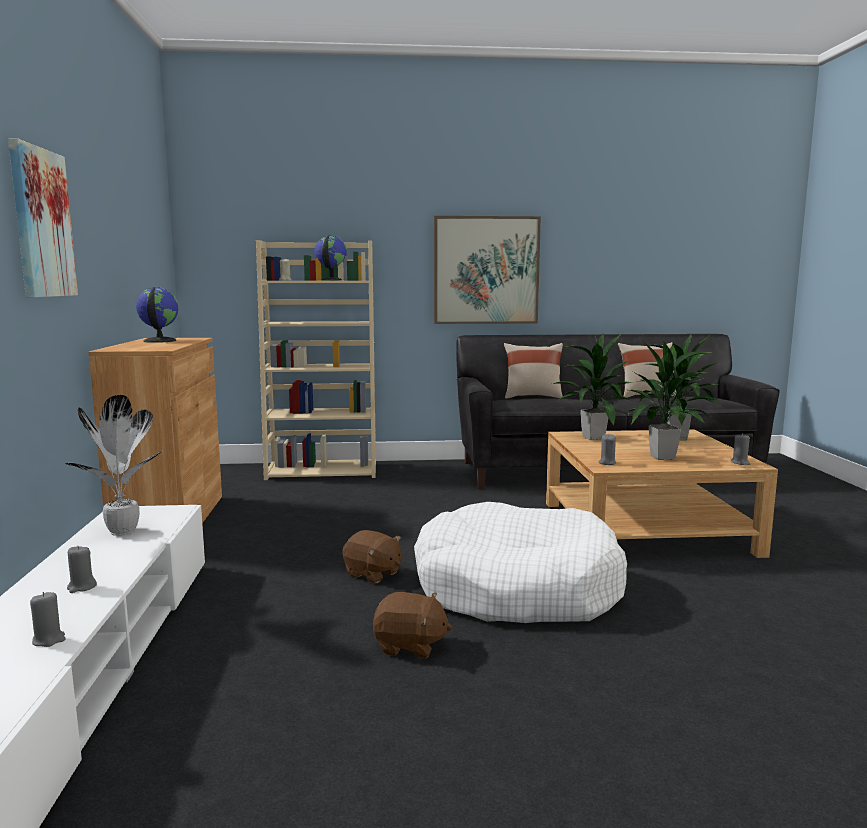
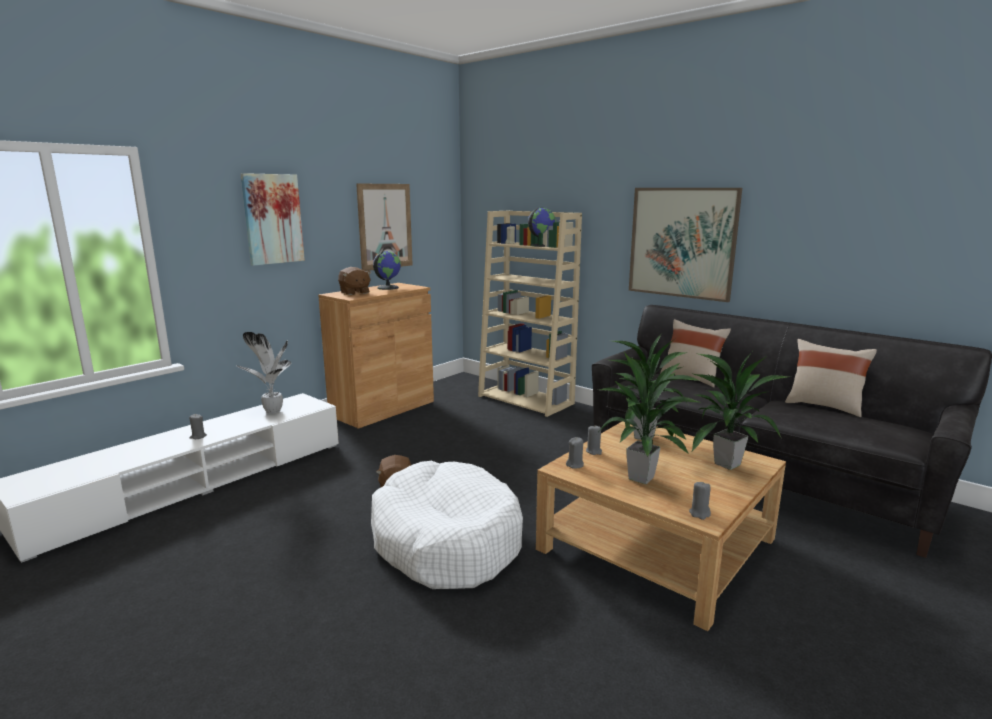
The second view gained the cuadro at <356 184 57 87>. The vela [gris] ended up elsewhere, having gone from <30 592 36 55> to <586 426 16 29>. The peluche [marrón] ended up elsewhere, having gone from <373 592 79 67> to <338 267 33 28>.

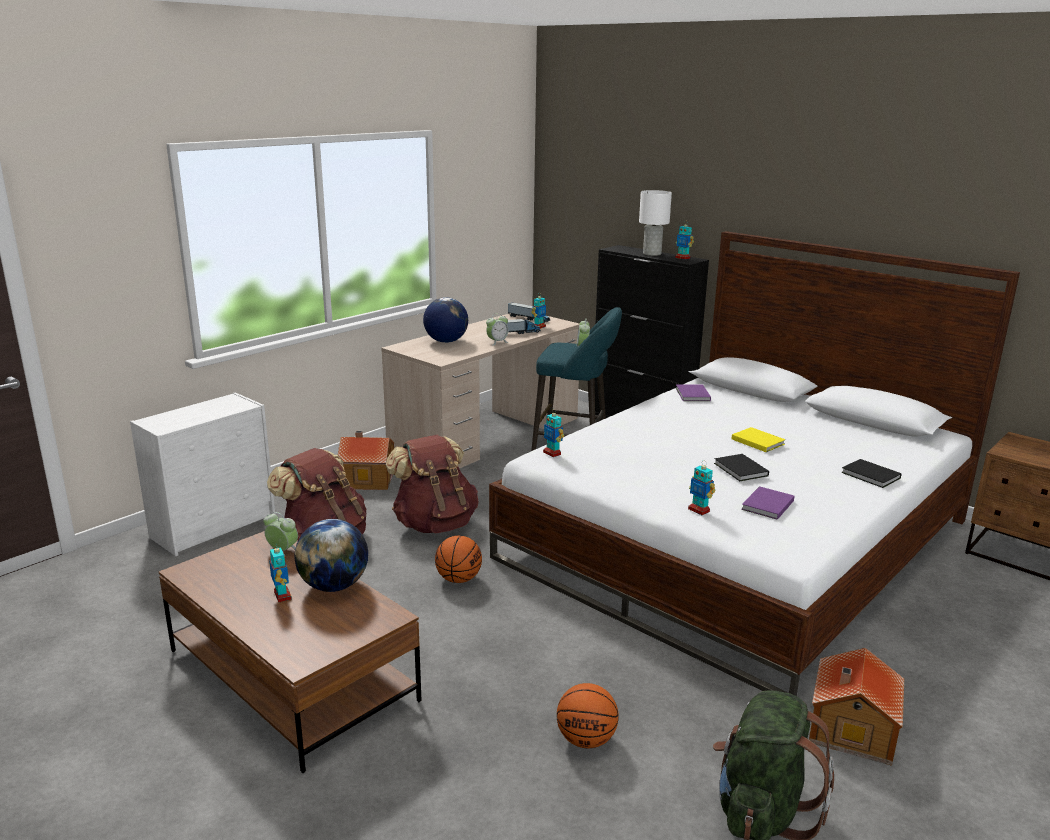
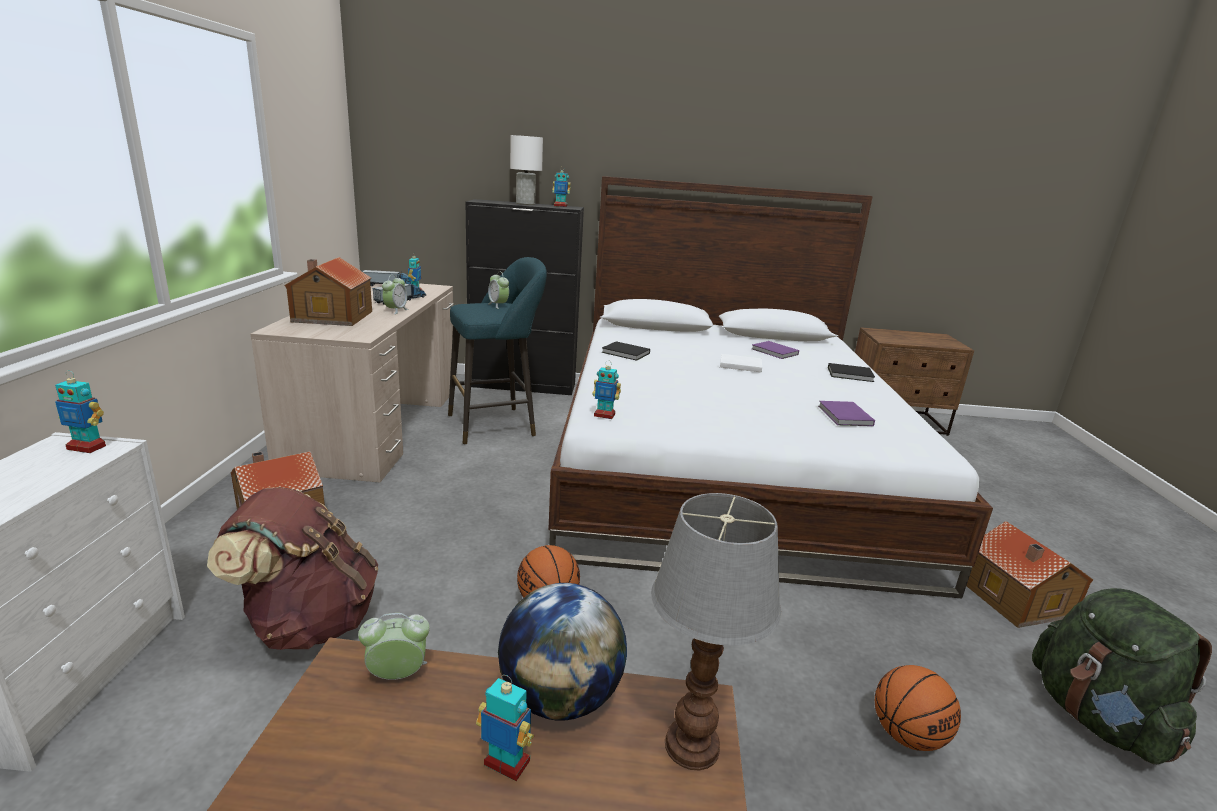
The second view lost the mochila [marrón] at <386 435 93 98>. The second view gained the lámpara de mesa at <651 493 130 277>. The libro [morado] ended up elsewhere, having gone from <676 385 35 16> to <752 341 47 18>. The robot de juguete ended up elsewhere, having gone from <688 461 27 54> to <55 370 51 83>. The libro [negro] ended up elsewhere, having gone from <714 454 55 27> to <602 341 48 20>. Where the globo terráqueo stood at <423 297 45 46>, the casita came to stand at <284 257 88 69>. What was the libro [amarillo] at <731 427 55 25> turned into the libro [blanco] at <720 354 42 19>.

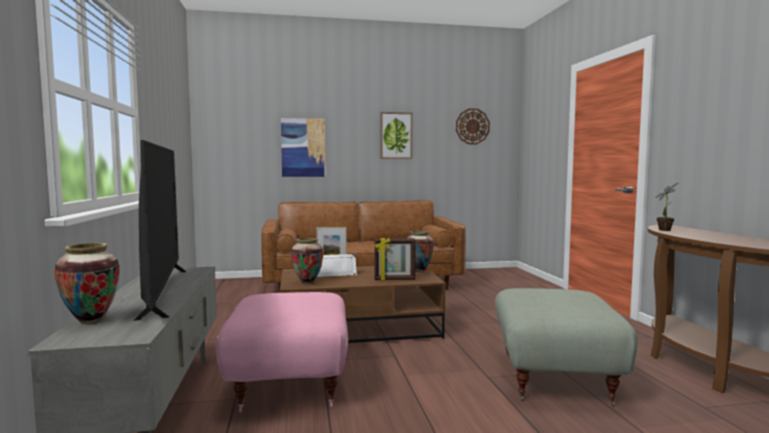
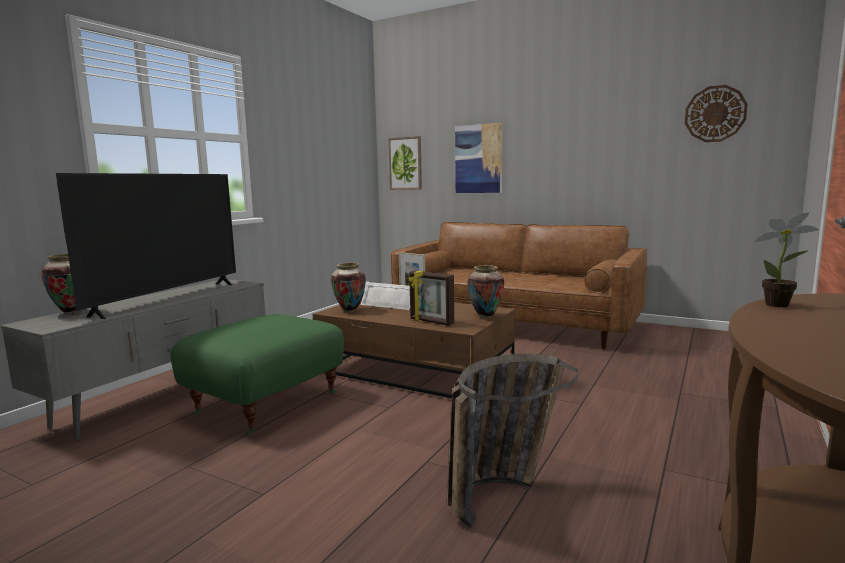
The cuadro ended up elsewhere, having gone from <380 112 33 47> to <388 136 34 54>. Where the puf [gris] stood at <495 288 142 118>, the cesta came to stand at <447 354 131 174>. What was the puf [rosa] at <216 292 132 121> turned into the puf [verde] at <170 314 174 121>.

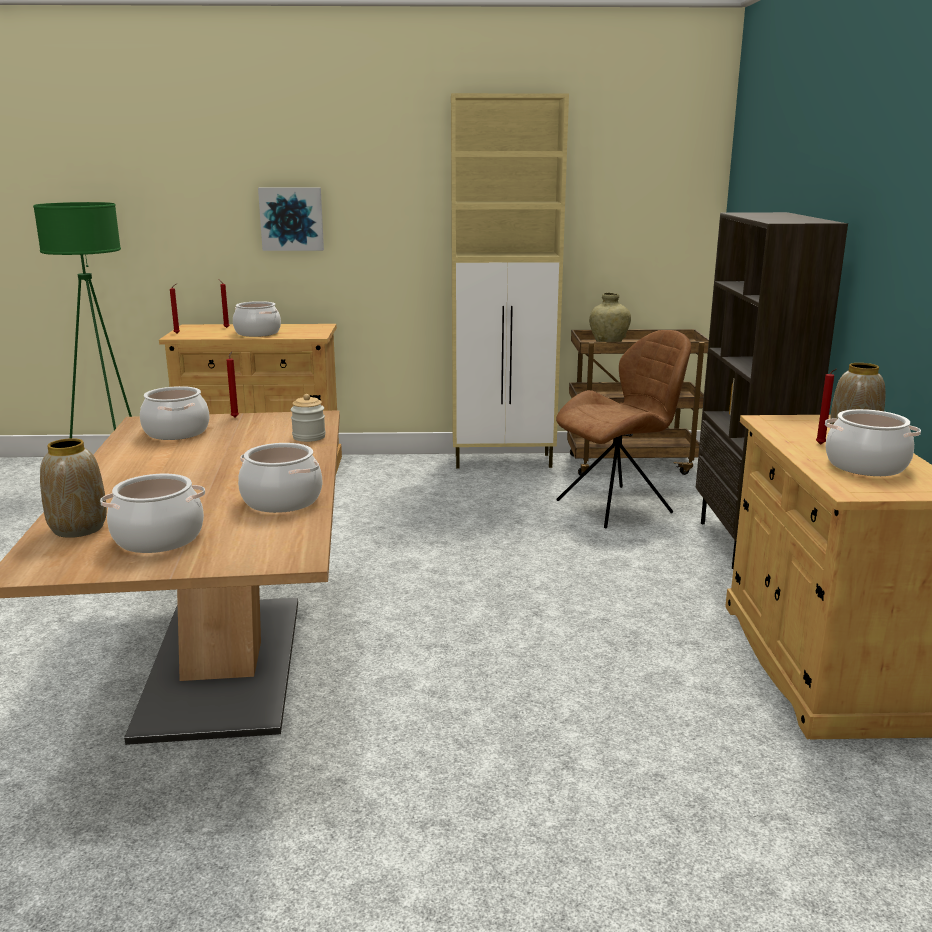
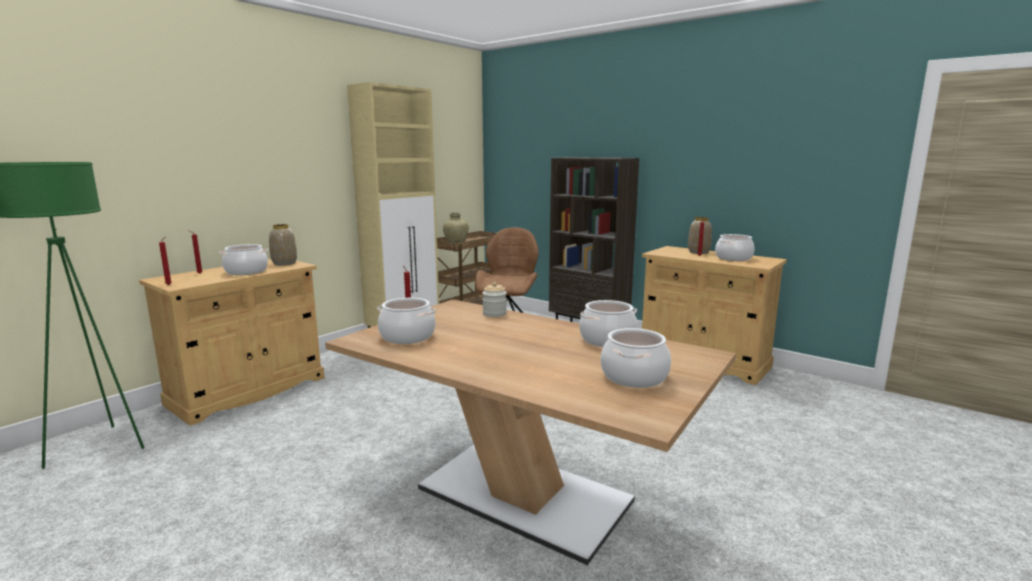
The second view lost the cuadro at <258 187 66 64>. The florero ended up elsewhere, having gone from <40 438 67 100> to <269 224 28 42>.

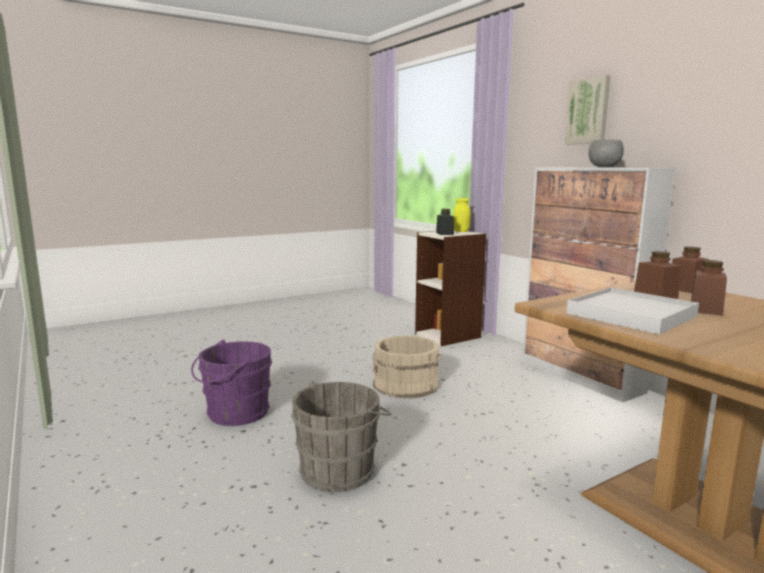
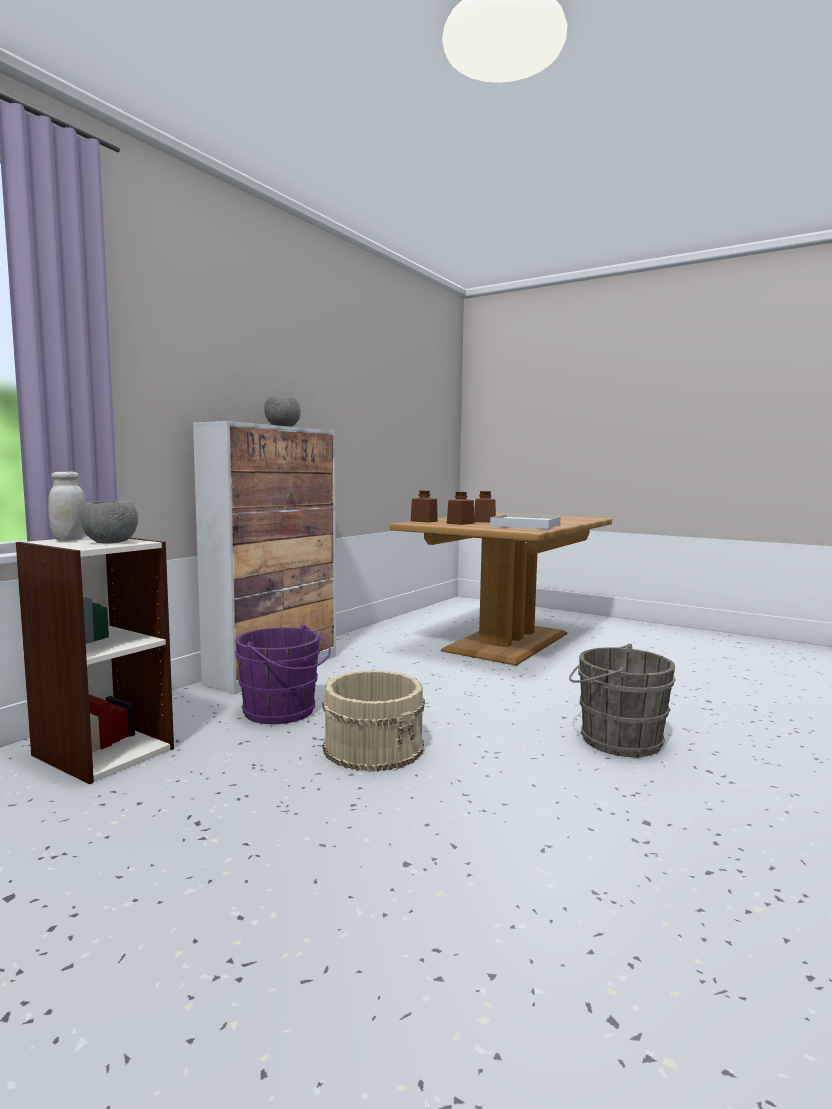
The second view lost the cuadro at <565 75 45 69>. The cubo [morado] ended up elsewhere, having gone from <191 340 81 86> to <234 625 97 99>. Where the tarro [negro] stood at <436 209 18 26>, the cuenco [gris] came to stand at <81 501 57 43>. What was the tarro [amarillo] at <453 198 18 34> turned into the tarro [blanco] at <48 471 38 70>.

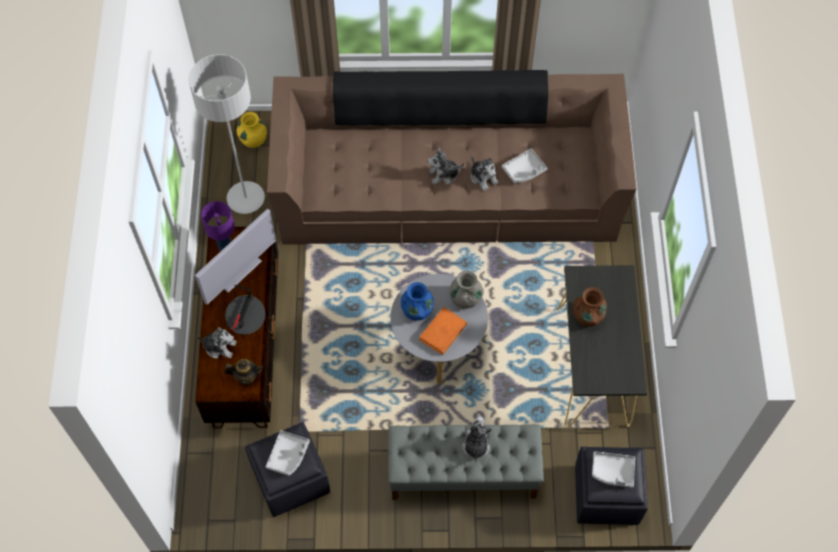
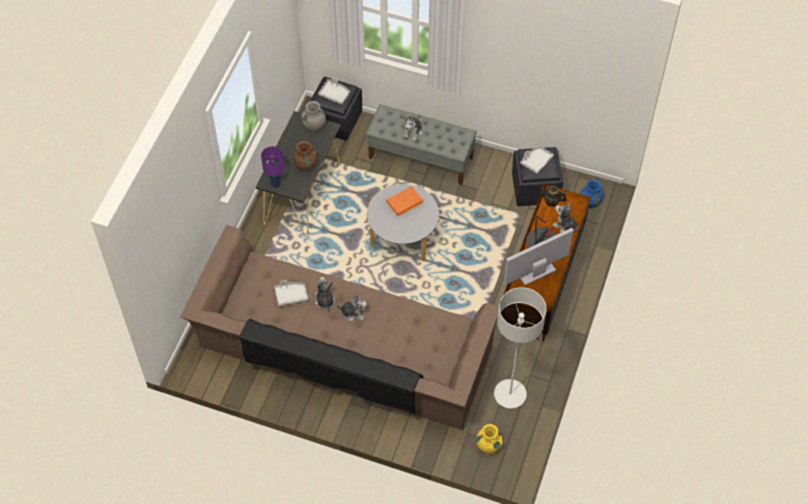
The lámpara de mesa [morado] ended up elsewhere, having gone from <201 201 34 50> to <261 146 24 42>. The florero [azul] ended up elsewhere, having gone from <401 282 33 39> to <580 179 23 29>. The florero [gris] ended up elsewhere, having gone from <450 270 34 39> to <301 101 25 30>.

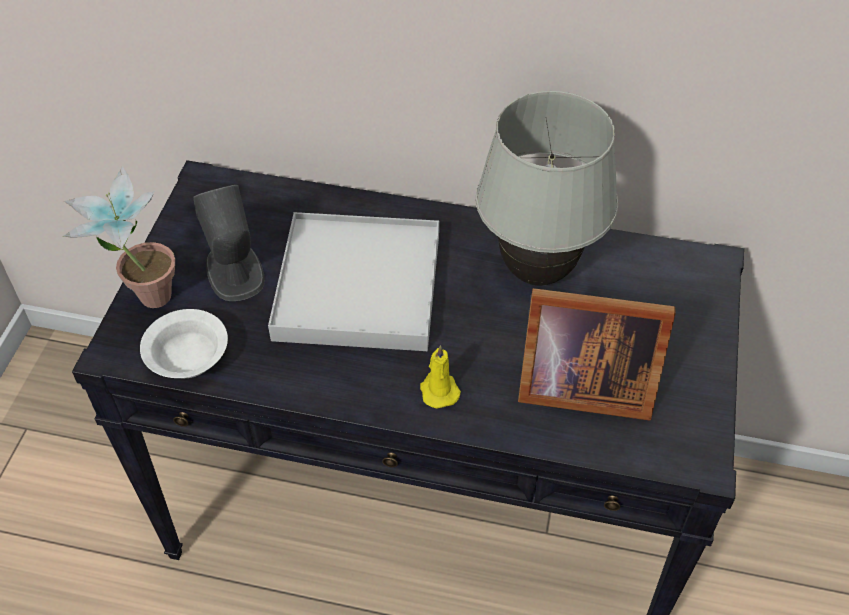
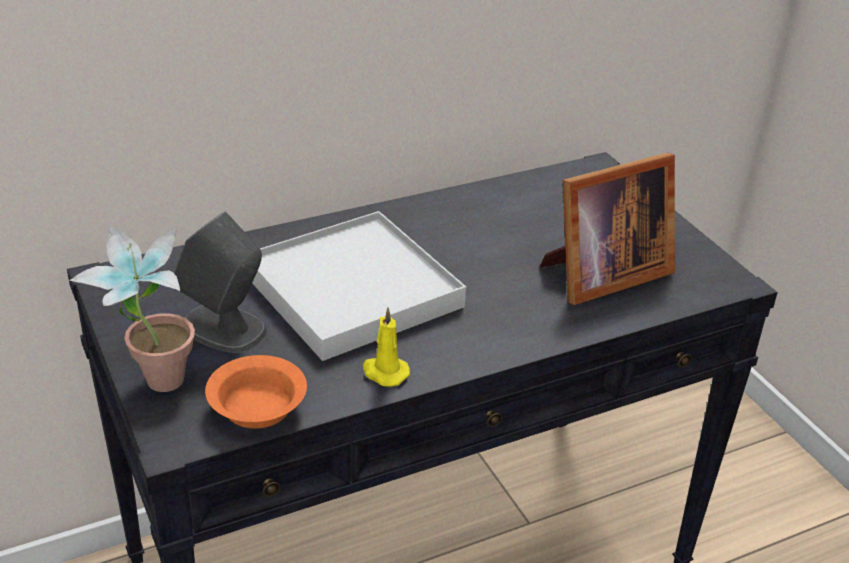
The second view lost the lámpara de mesa [blanco] at <475 91 143 195>. The vela [amarillo] ended up elsewhere, having gone from <420 345 41 64> to <363 307 47 79>. What was the cuenco [blanco] at <140 309 88 69> turned into the cuenco [naranja] at <205 355 102 74>.

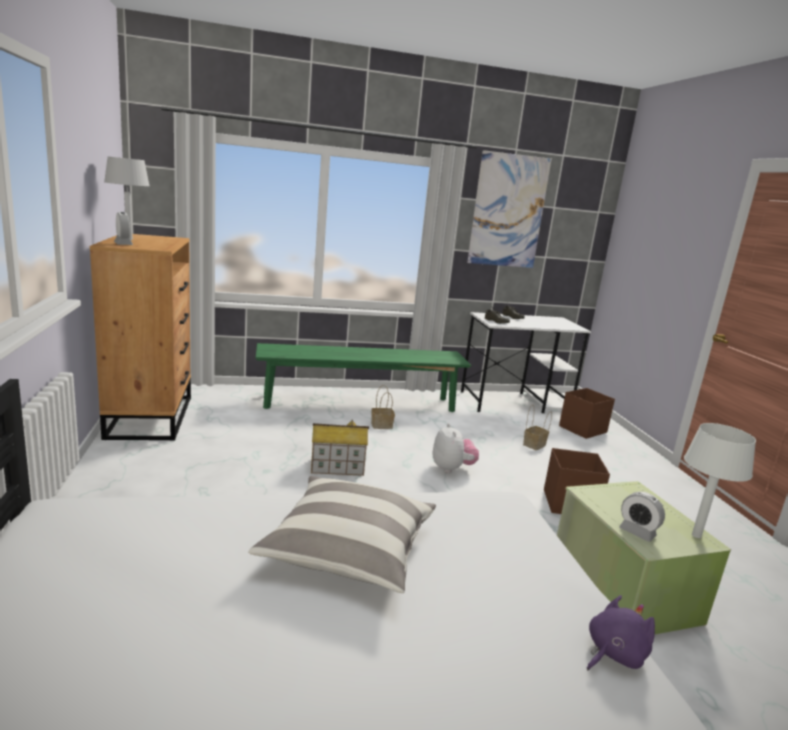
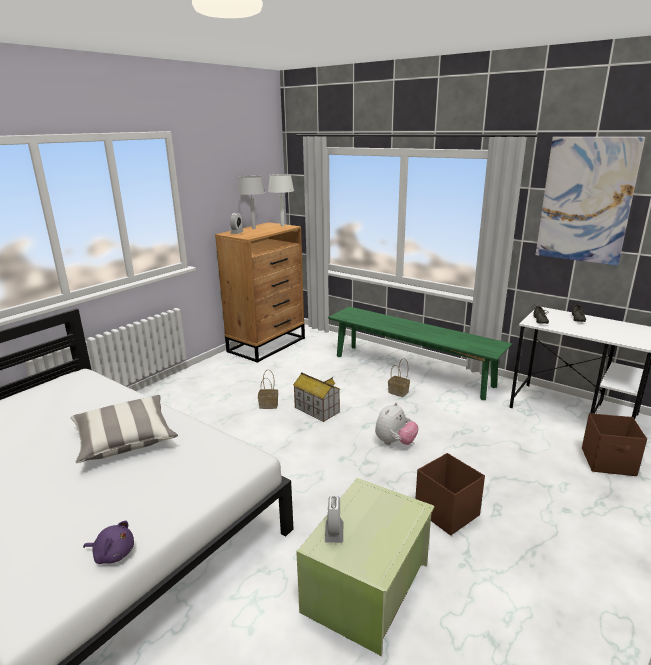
The cesta ended up elsewhere, having gone from <523 405 29 45> to <258 369 20 40>. The lámpara de mesa [blanco] ended up elsewhere, having gone from <684 423 72 115> to <268 174 26 52>.

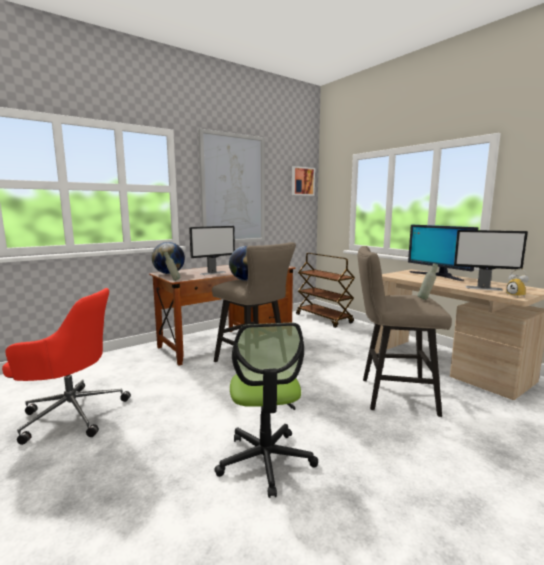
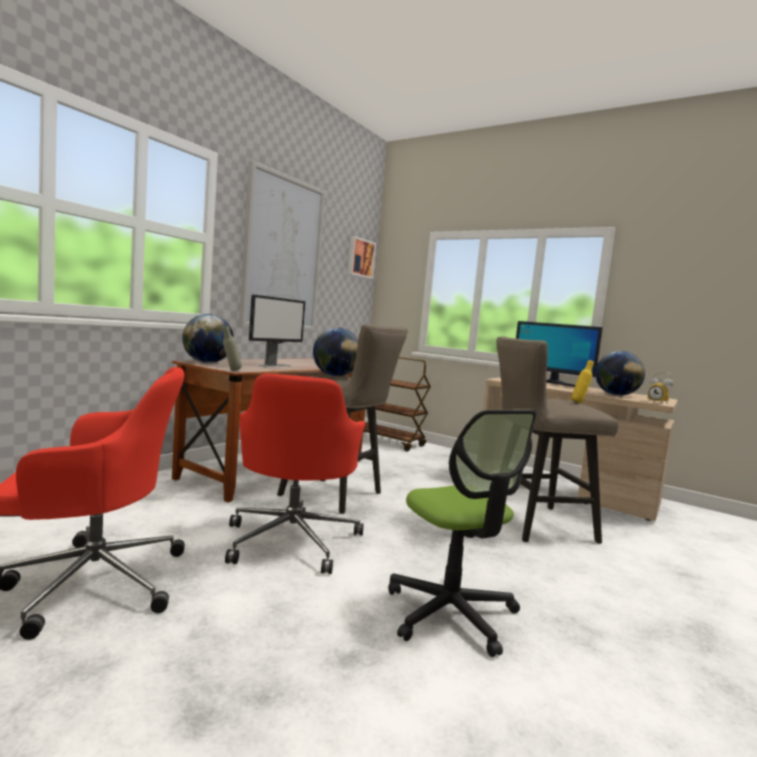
The second view gained the silla de oficina [rojo] at <225 373 140 201>. Where the monitor stood at <454 230 74 61>, the globo terráqueo came to stand at <595 351 50 45>. What was the botella [gris] at <417 263 21 37> turned into the botella [amarillo] at <571 360 23 43>.

